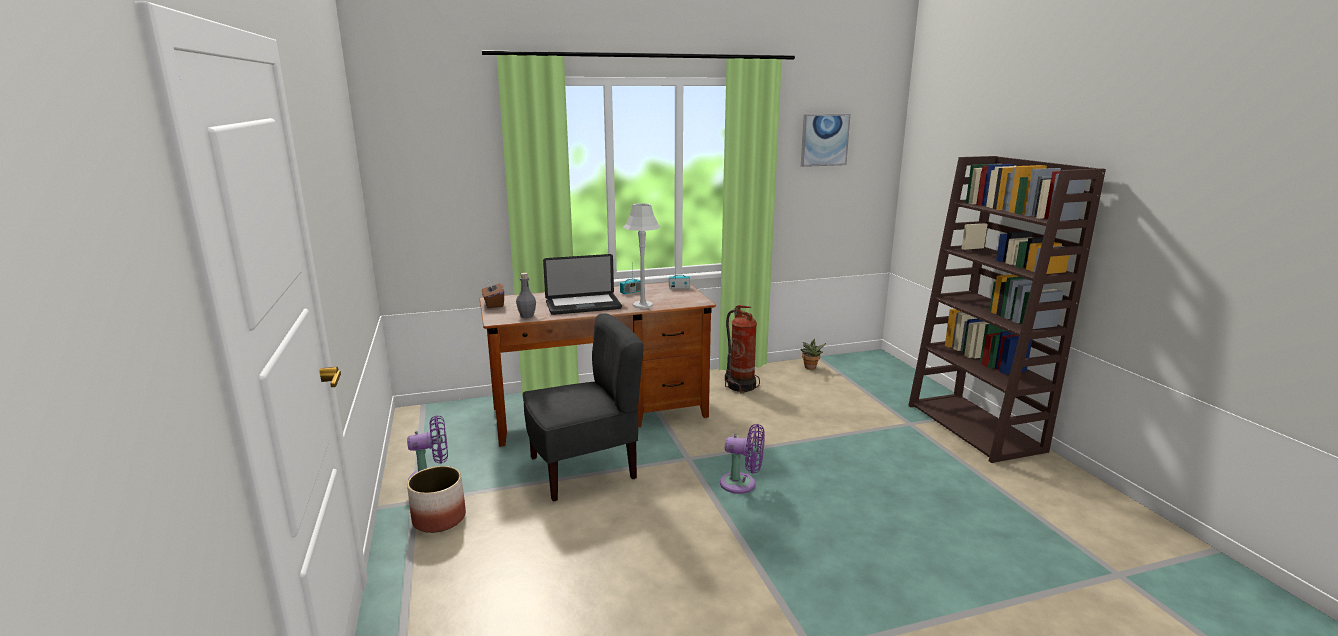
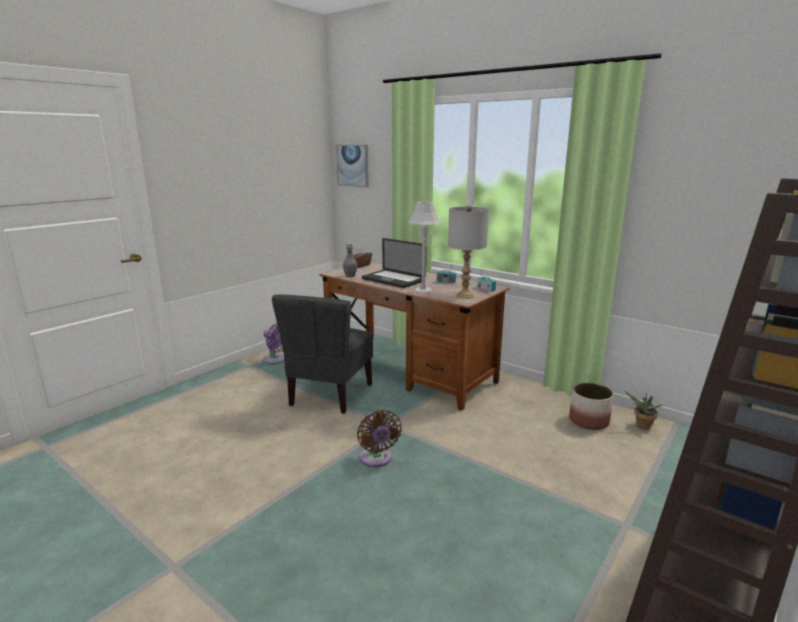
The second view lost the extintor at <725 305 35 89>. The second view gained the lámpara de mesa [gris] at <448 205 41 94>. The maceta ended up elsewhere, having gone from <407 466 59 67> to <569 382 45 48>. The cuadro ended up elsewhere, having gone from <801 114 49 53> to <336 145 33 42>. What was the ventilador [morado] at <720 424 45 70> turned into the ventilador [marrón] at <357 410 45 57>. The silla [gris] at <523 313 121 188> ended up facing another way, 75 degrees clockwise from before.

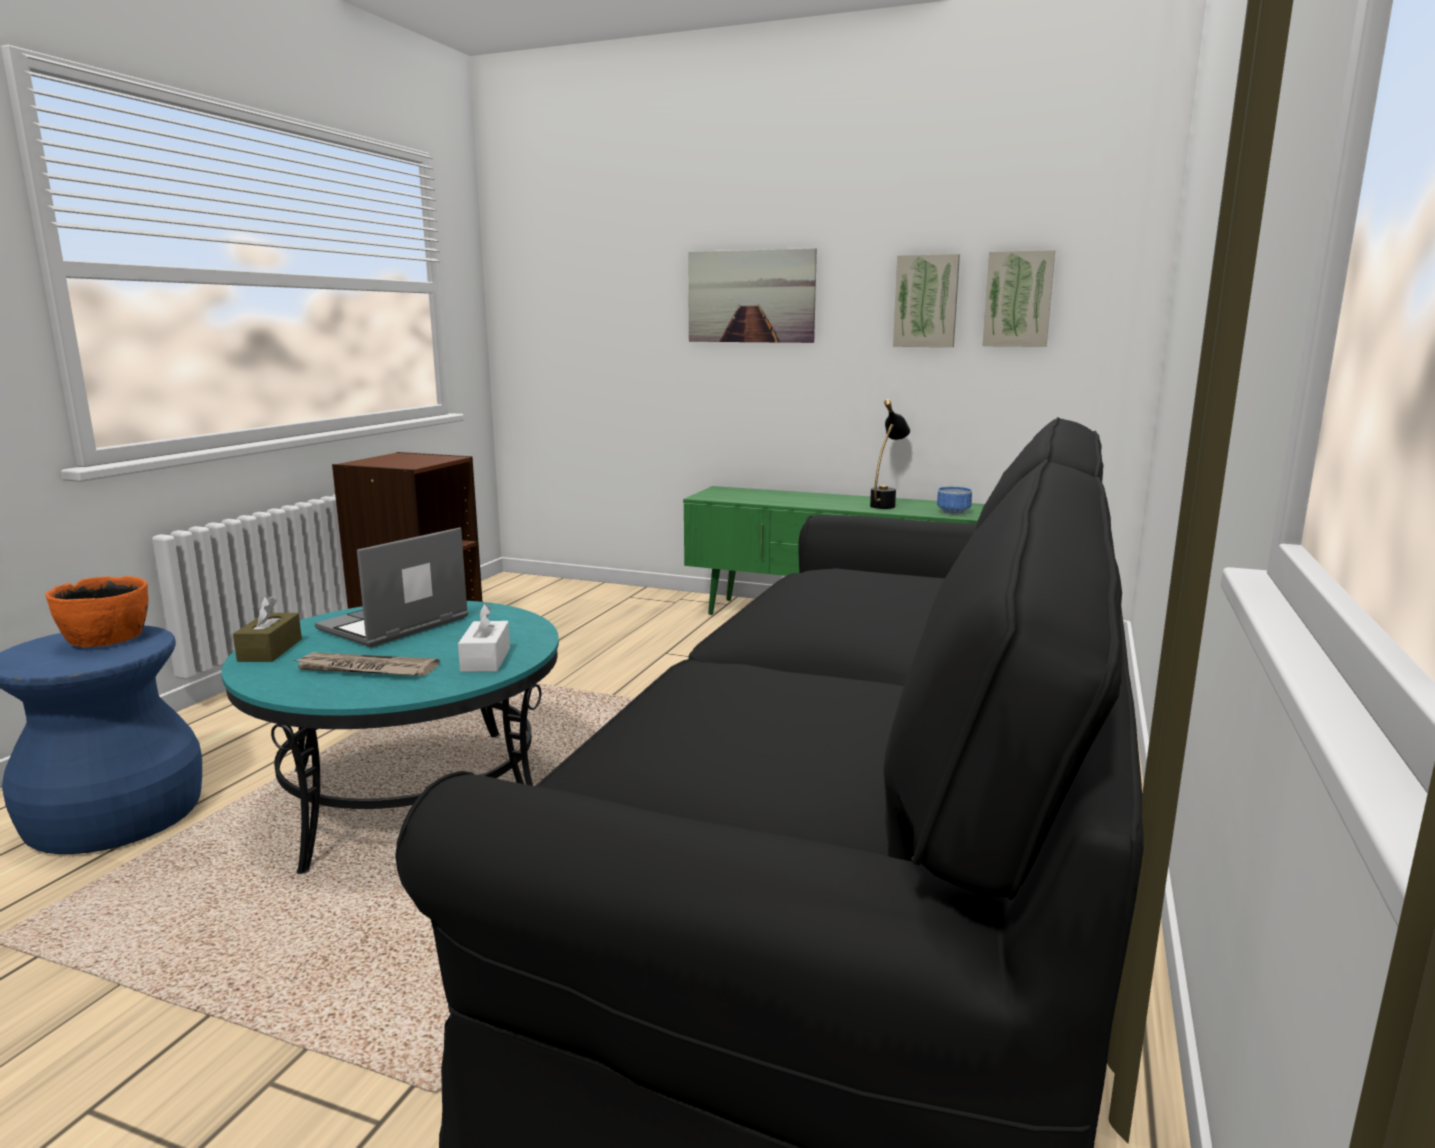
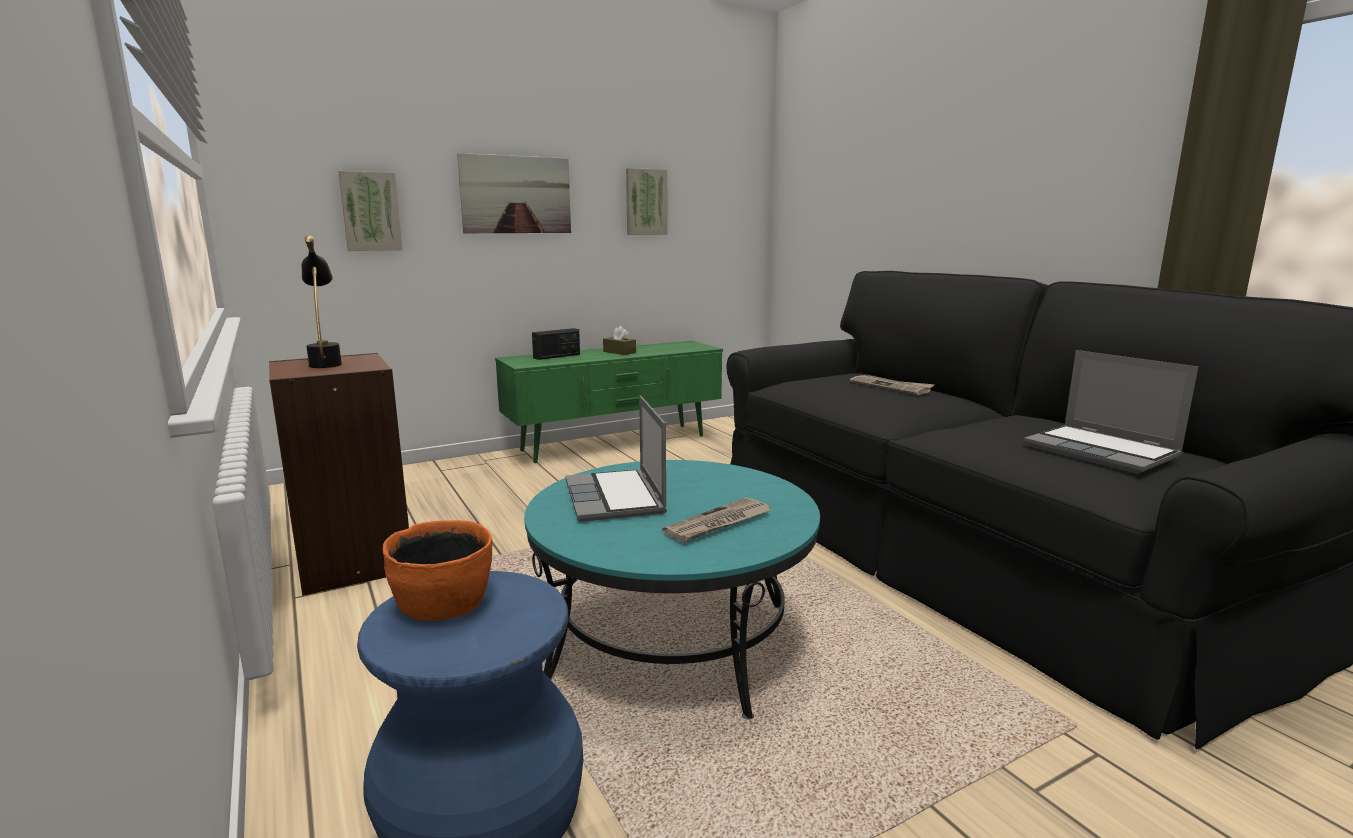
The second view lost the caja de pañuelos [blanco] at <458 604 52 68>. The second view lost the cuenco at <937 487 35 28>. The second view gained the radio at <532 328 48 32>. The second view gained the periódico at <850 375 85 20>. The second view gained the portátil at <1023 350 175 124>. The caja de pañuelos [marrón] ended up elsewhere, having gone from <233 596 69 66> to <603 326 33 29>. The lámpara de mesa [negro] ended up elsewhere, having gone from <870 399 40 110> to <301 235 41 133>. The cuadro ended up elsewhere, having gone from <982 250 73 97> to <338 171 65 80>.

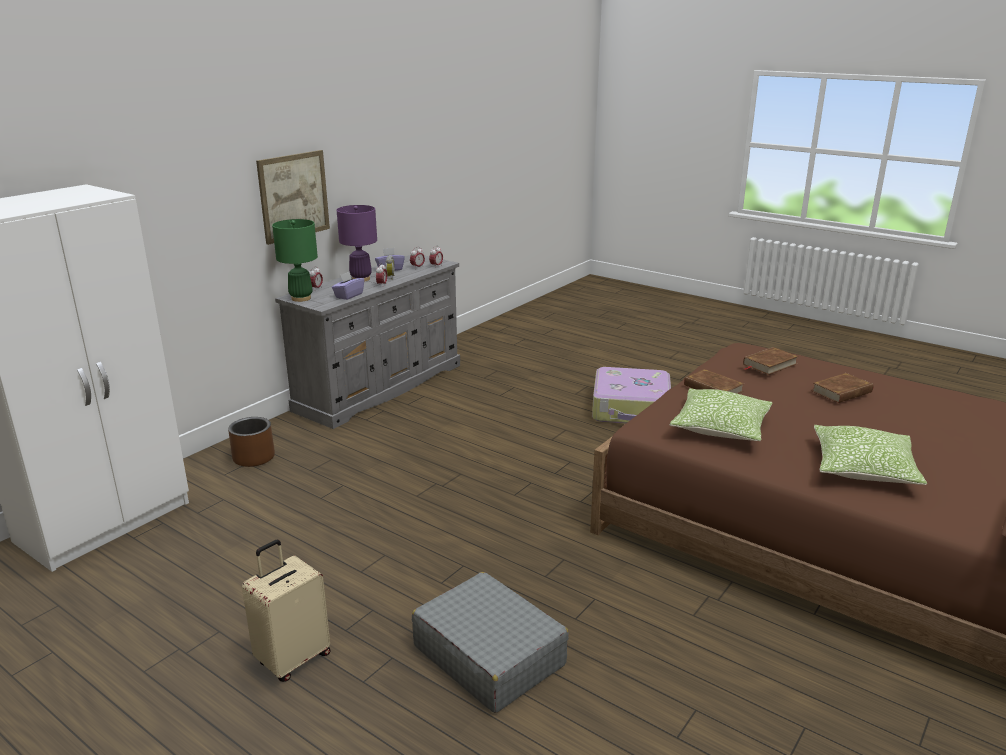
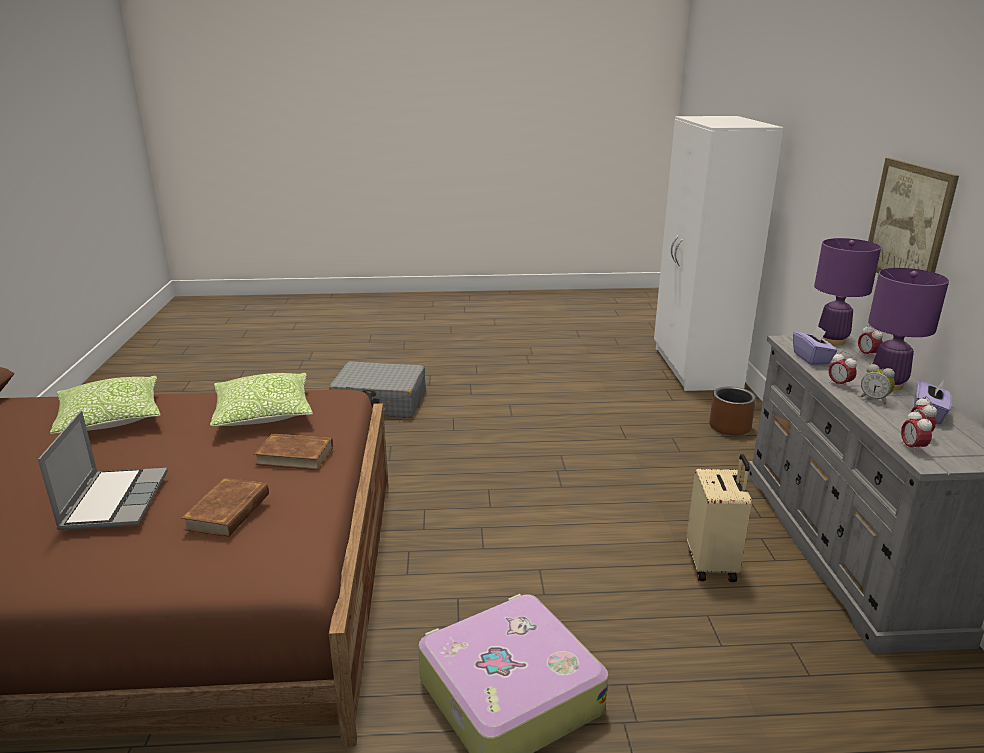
The maleta [beis] ended up elsewhere, having gone from <242 540 89 142> to <687 454 65 128>. Where the libro [marrón] stood at <812 373 61 30>, the portátil came to stand at <38 410 130 120>. What was the lámpara de mesa [verde] at <272 219 46 83> turned into the lámpara de mesa [morado] at <814 238 67 107>.

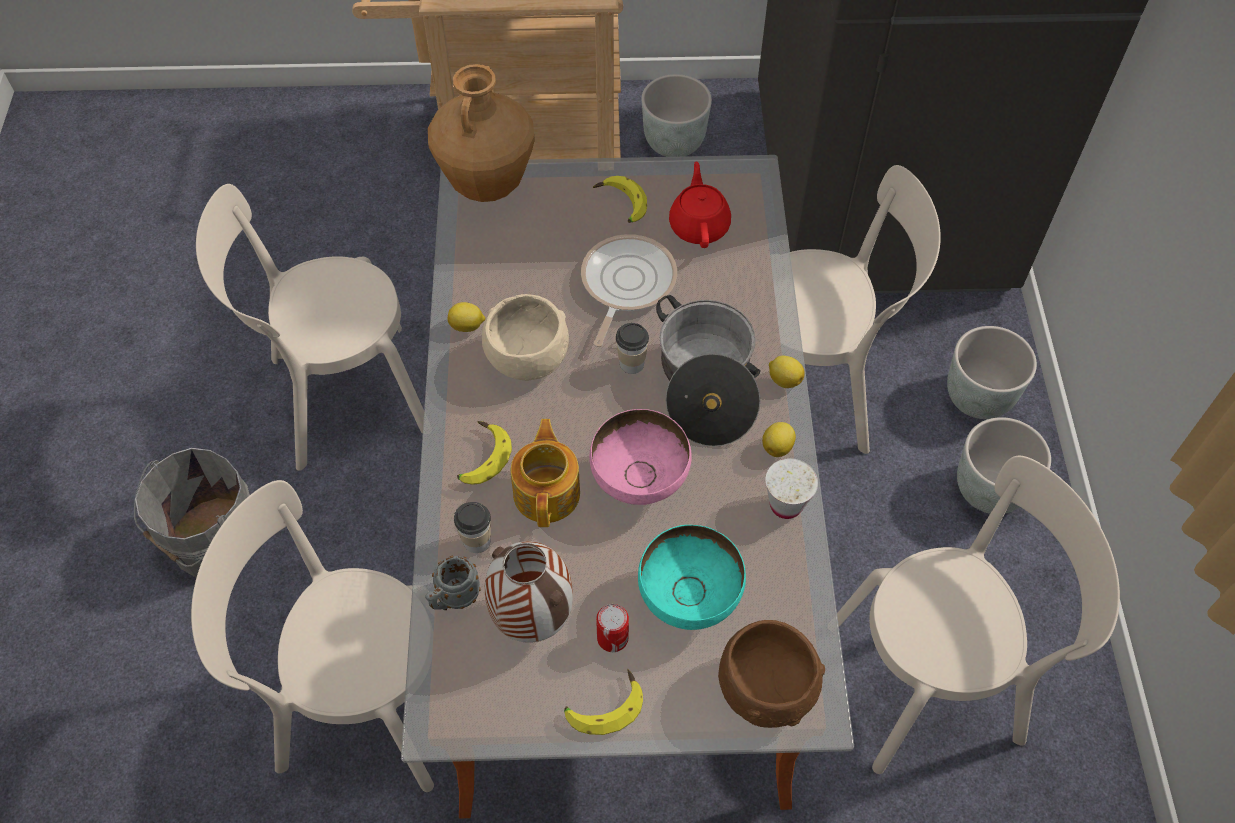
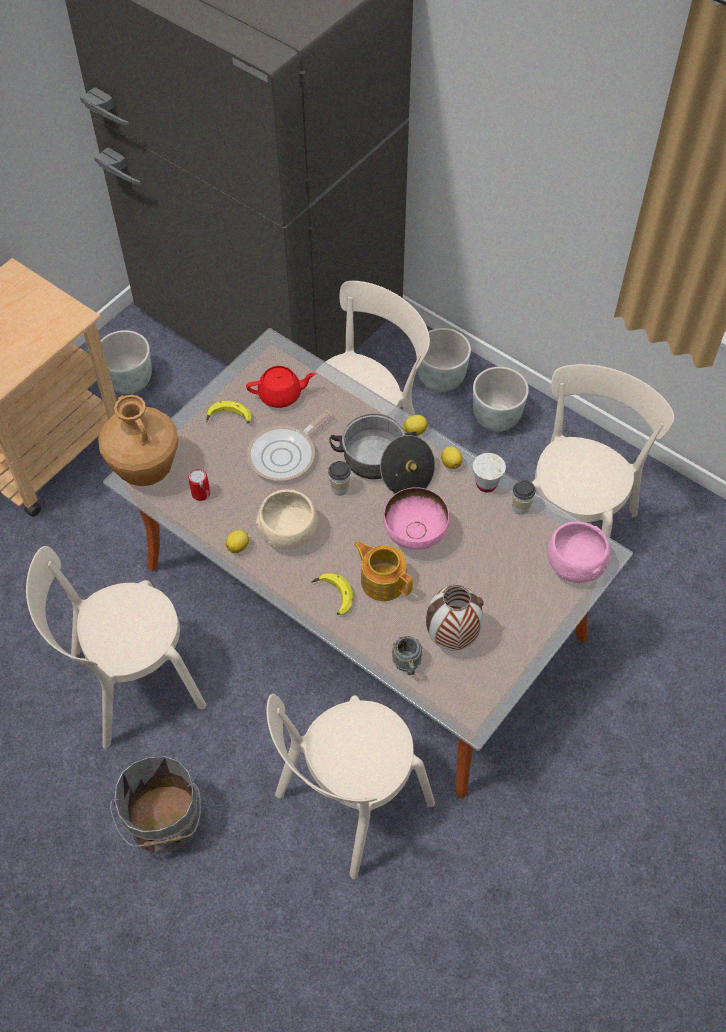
The second view lost the plátano at <564 669 79 66>. The second view lost the cuenco [turquesa] at <638 525 108 105>. The taza ended up elsewhere, having gone from <454 502 37 51> to <512 480 24 35>. The lata ended up elsewhere, having gone from <596 604 33 48> to <188 469 22 32>. What was the cuenco [marrón] at <718 620 107 108> turned into the cuenco [rosa] at <547 521 64 62>. The silla [beis] at <196 184 228 287> ended up facing another way, 45 degrees clockwise from before. The sartén at <581 234 96 113> ended up facing another way, 105 degrees counterclockwise from before. The tetera [rojo] at <669 161 62 87> ended up facing another way, 135 degrees clockwise from before.

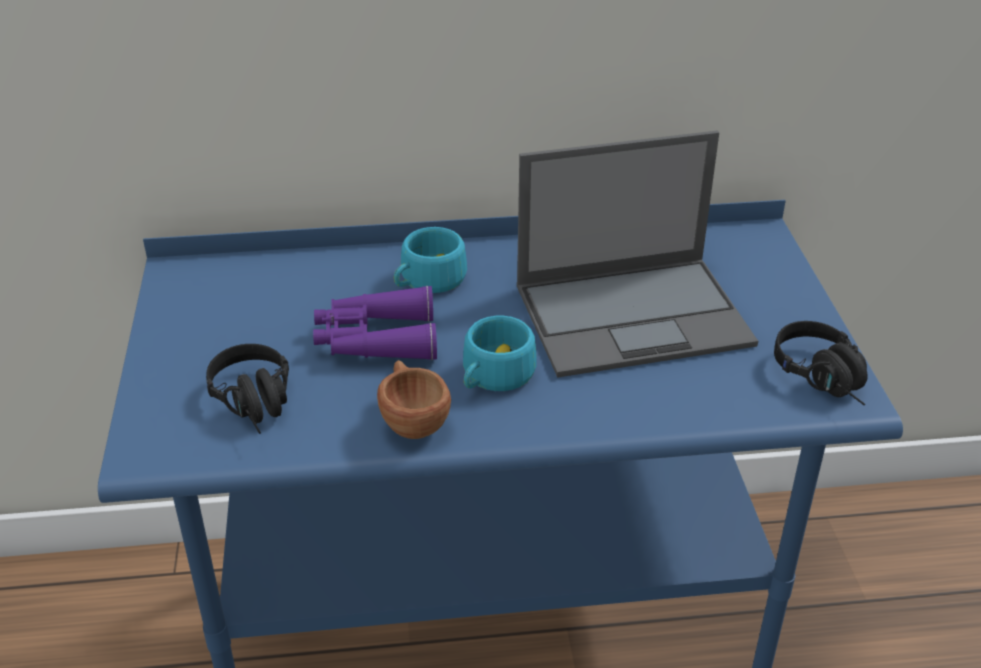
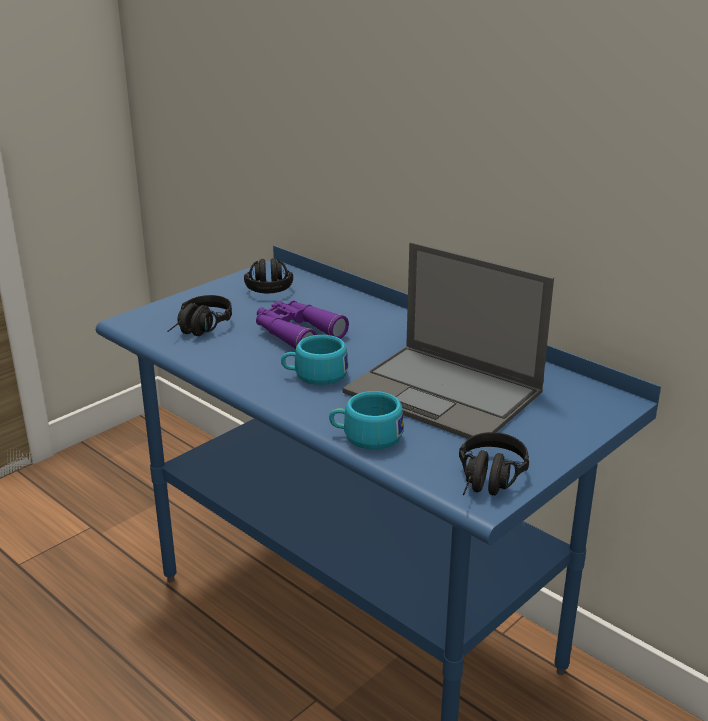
The second view lost the taza [marrón] at <377 360 74 79>. The second view gained the auriculares [negro] at <244 258 49 35>. The taza [turquesa] ended up elsewhere, having gone from <394 227 73 66> to <329 391 75 58>.

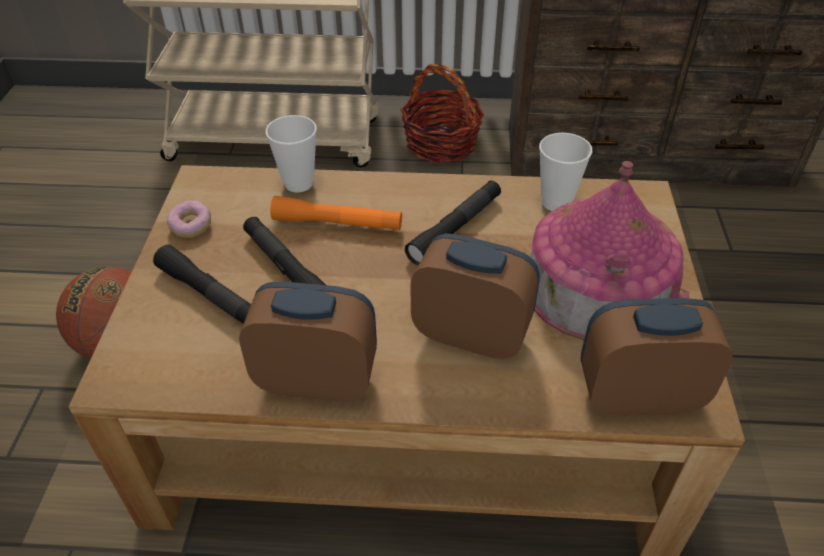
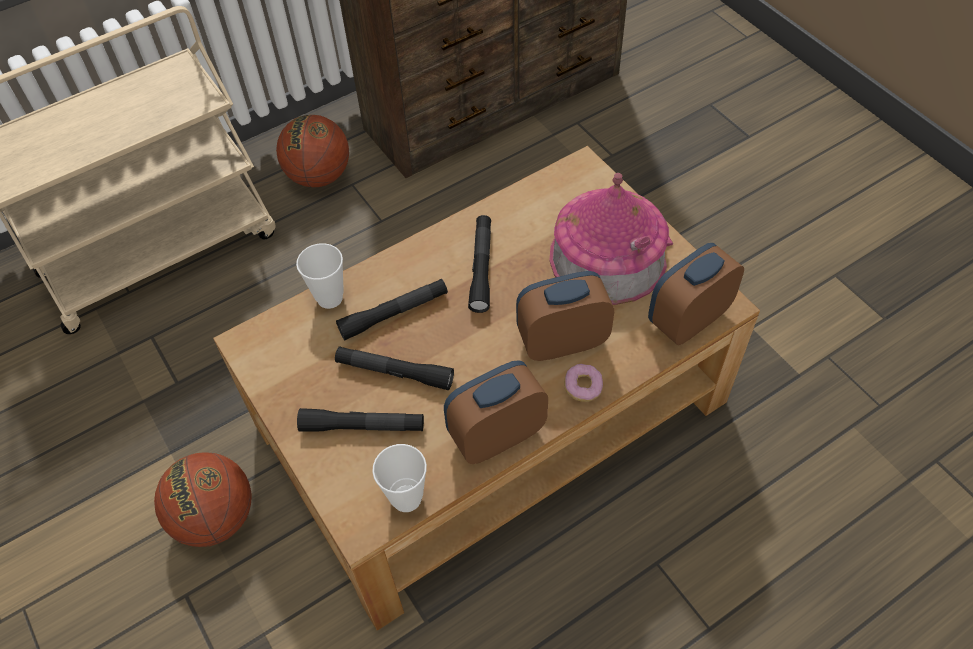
The rosquilla ended up elsewhere, having gone from <167 201 44 37> to <564 364 39 38>. The taza ended up elsewhere, having gone from <539 133 53 78> to <372 444 55 68>. Where the cesta stood at <400 64 84 99>, the balón de baloncesto came to stand at <276 115 73 72>. What was the linterna [naranja] at <270 196 132 34> turned into the linterna [negro] at <336 279 112 61>.

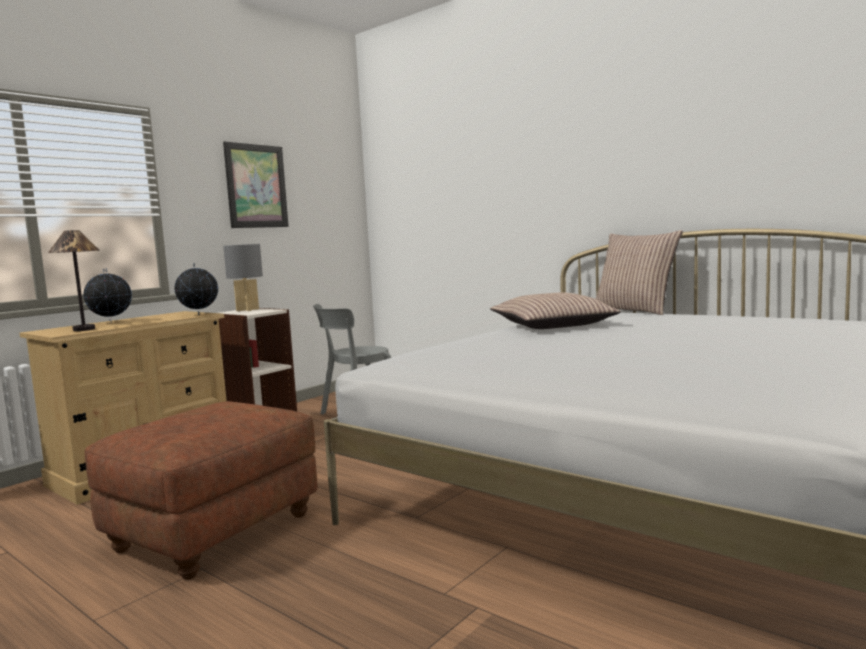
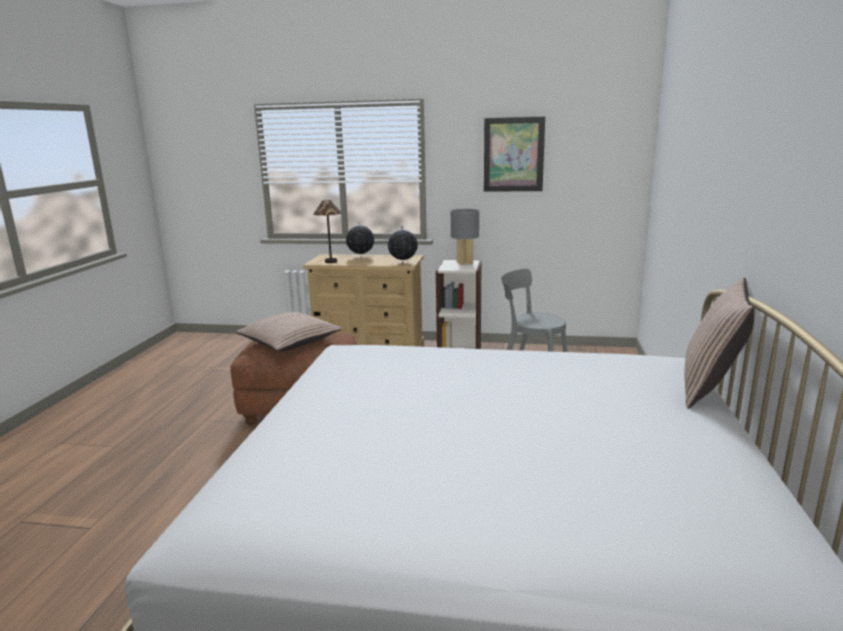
The cojín ended up elsewhere, having gone from <490 292 131 37> to <235 312 107 39>.

